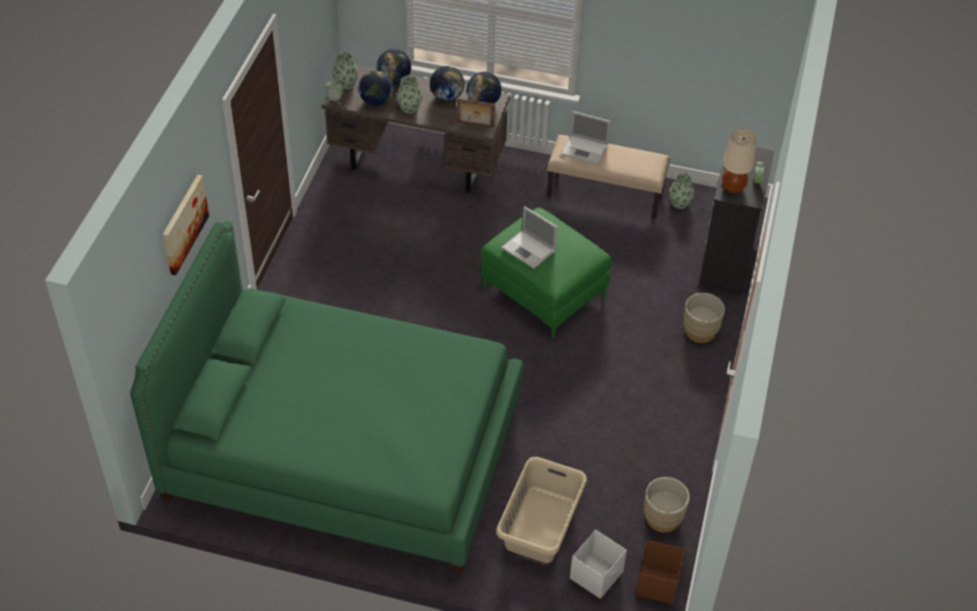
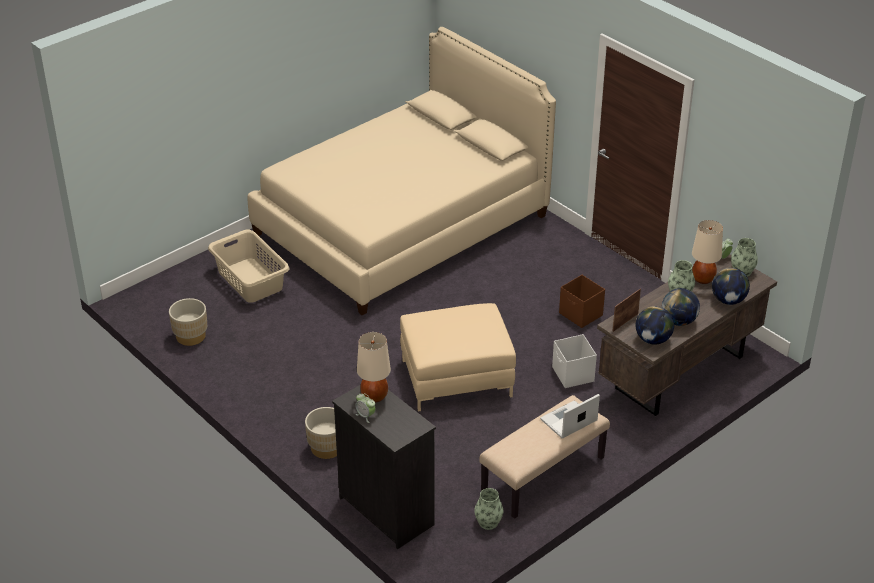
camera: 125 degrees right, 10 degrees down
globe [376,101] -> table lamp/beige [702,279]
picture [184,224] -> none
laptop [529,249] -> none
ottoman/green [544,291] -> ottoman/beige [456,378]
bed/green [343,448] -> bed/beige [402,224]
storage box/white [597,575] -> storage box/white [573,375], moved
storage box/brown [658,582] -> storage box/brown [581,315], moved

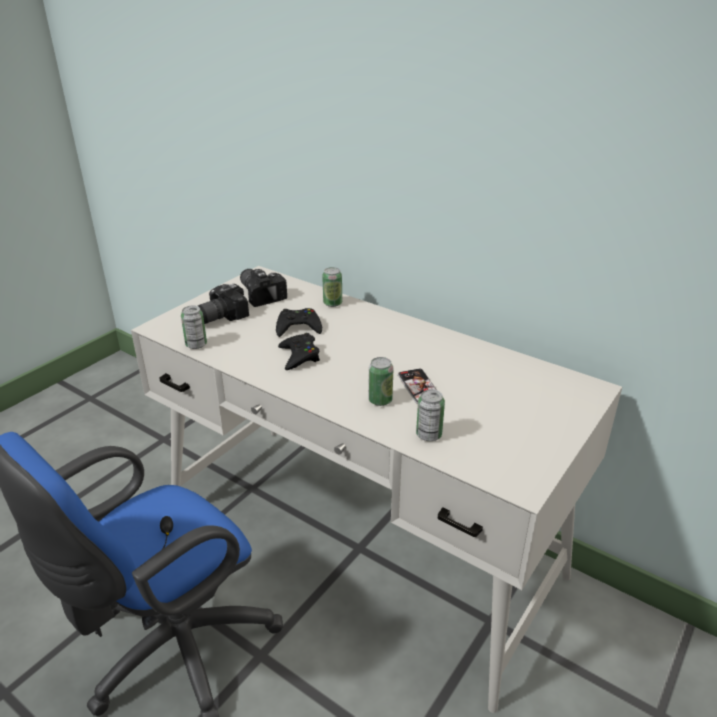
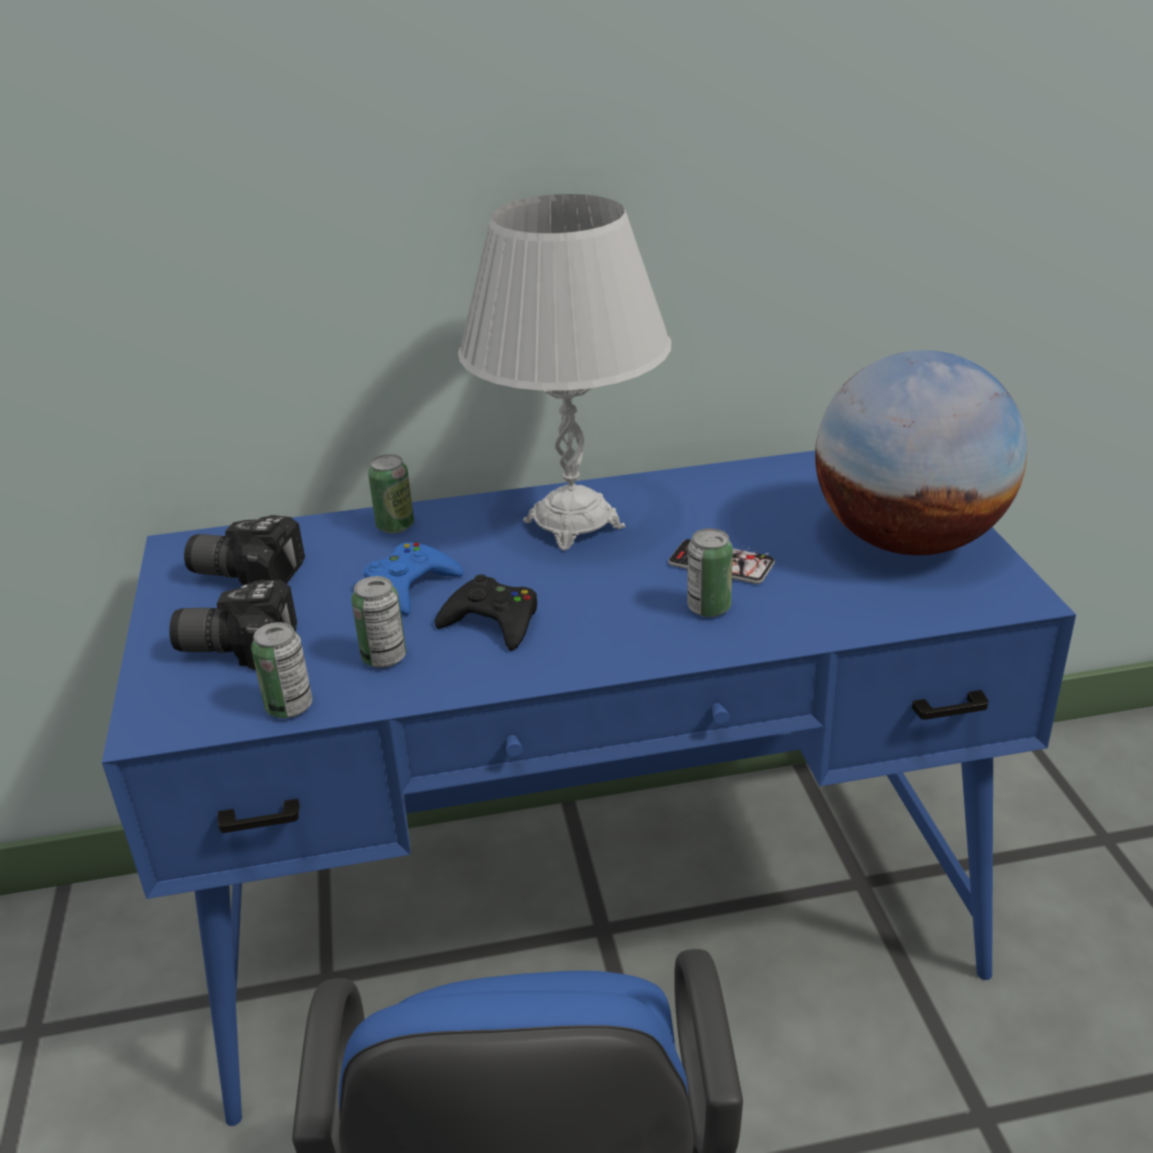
camera: 45 degrees left, 0 degrees up
desk/white [360,542] -> desk/blue [594,921]
photo camera [219,316] -> photo camera [240,645], 90 degrees clockwise
game controller/black [298,327] -> game controller/blue [410,586]
can [429,435] -> can [384,657], moved
none -> table lamp/white [573,524]
none -> globe [907,541]

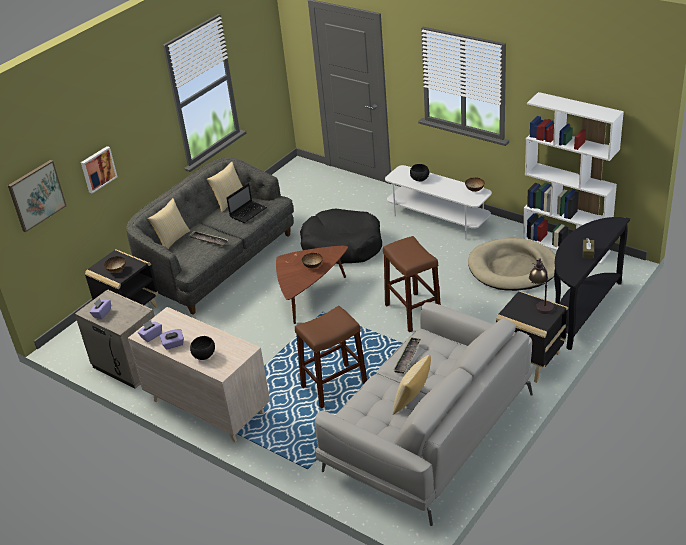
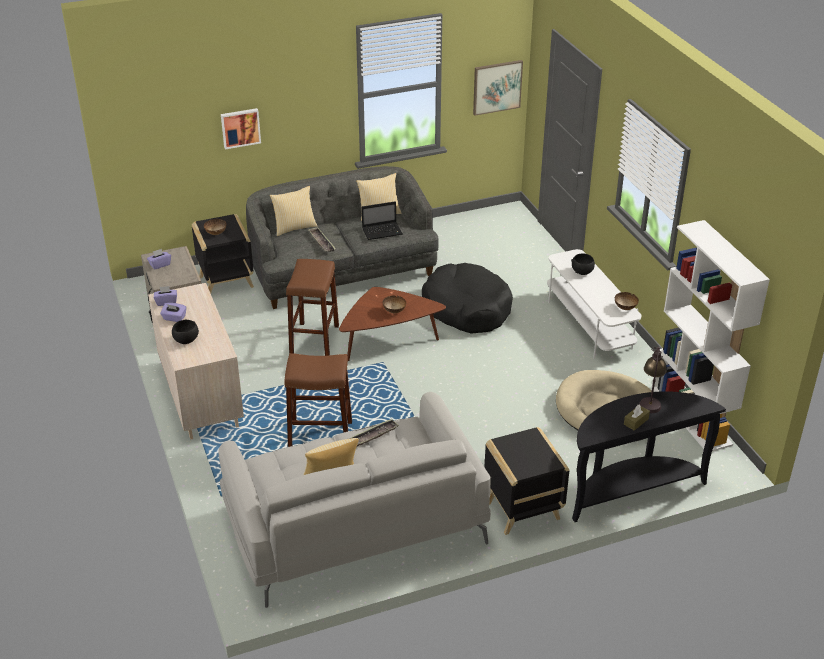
camera: 30 degrees right, 0 degrees up
picture [36,195] -> picture [497,87], moved
stool/brown [413,312] -> stool/brown [314,340], moved
table lamp [541,304] -> table lamp [650,400], moved

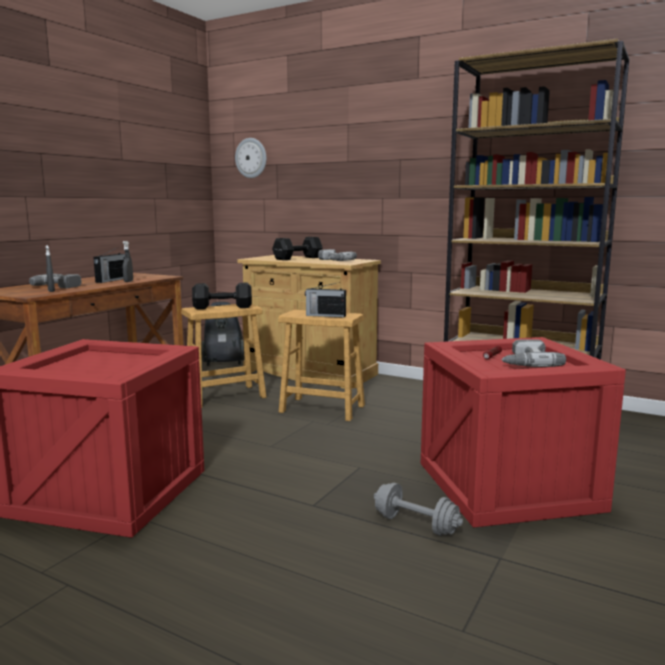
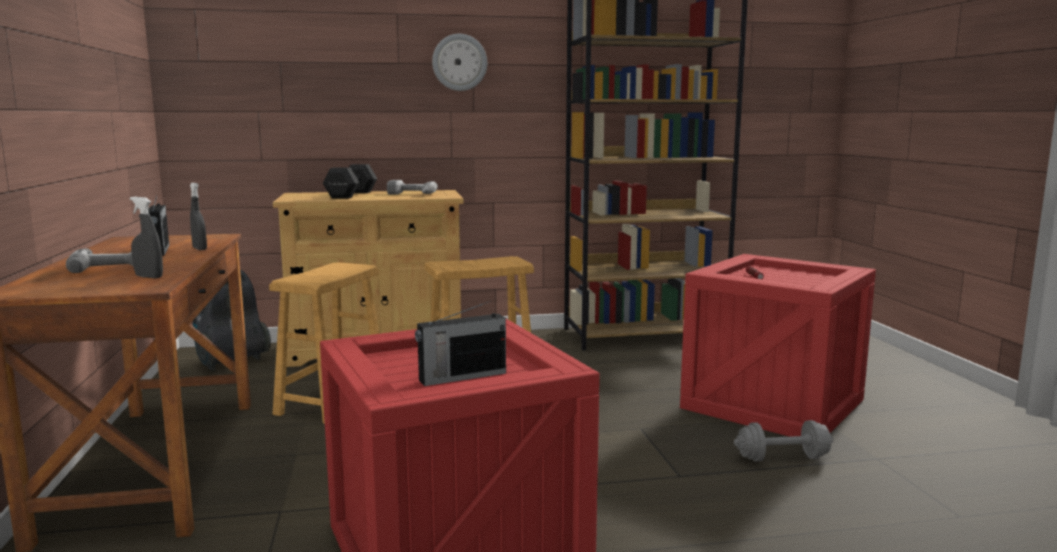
camera: 40 degrees left, 0 degrees up
wall clock [251,158] -> wall clock [459,62], moved
radio [325,315] -> radio [461,377], moved
dumbbell/black [224,307] -> none
power drill [525,362] -> none

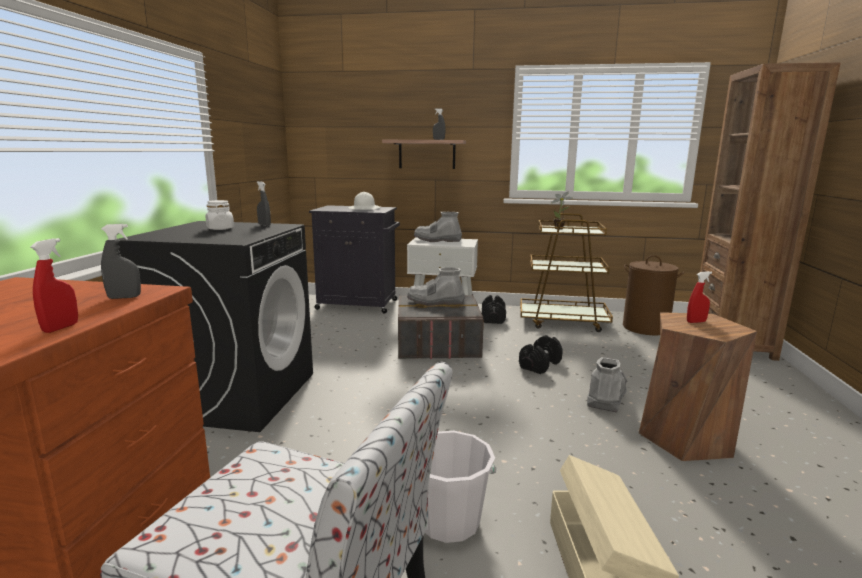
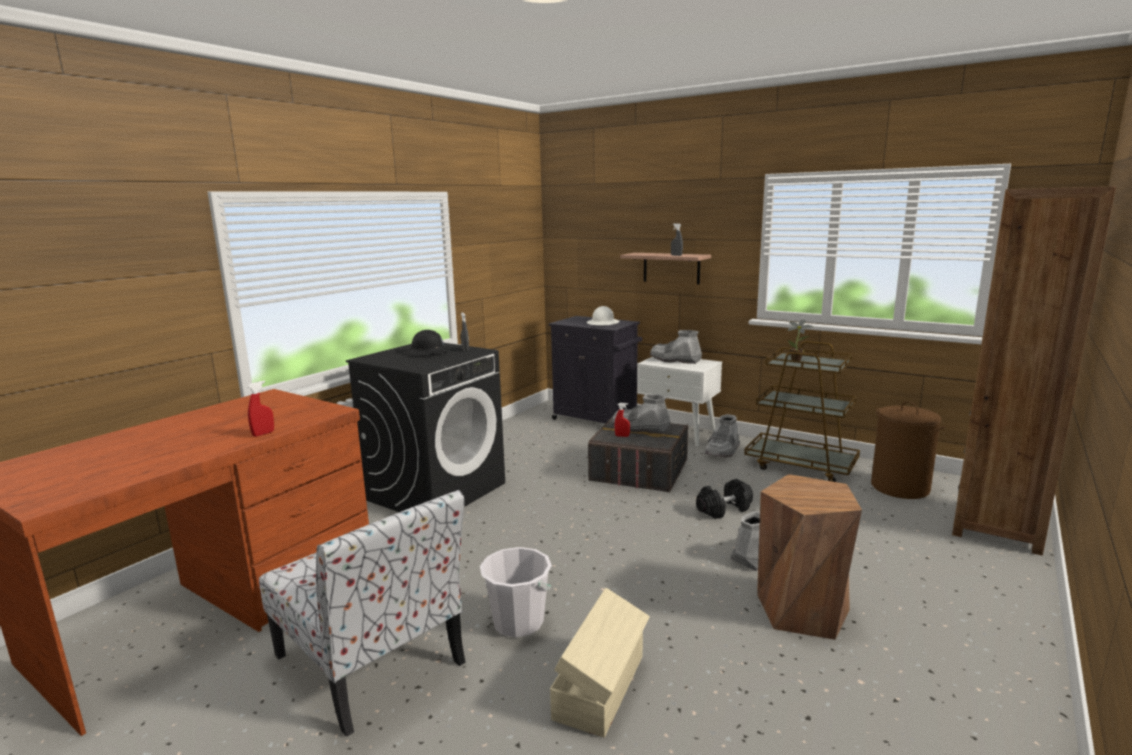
camera: 25 degrees right, 0 degrees up
jar/white [220,229] -> hard hat/black [428,352]
spray bottle/grey [124,297] -> none
spray bottle/red [696,322] -> spray bottle/red [622,436], moved
dumbbell/black [493,318] -> boot/grey [722,451]

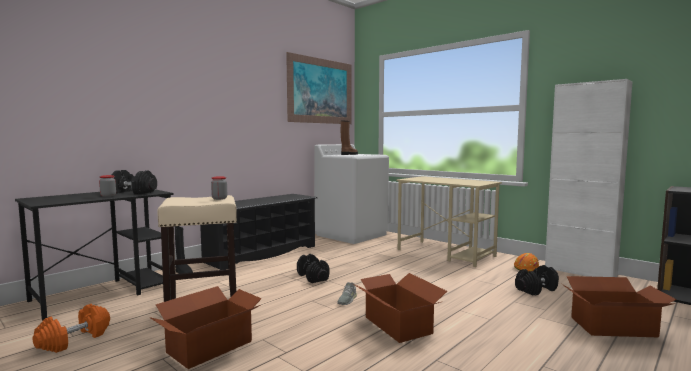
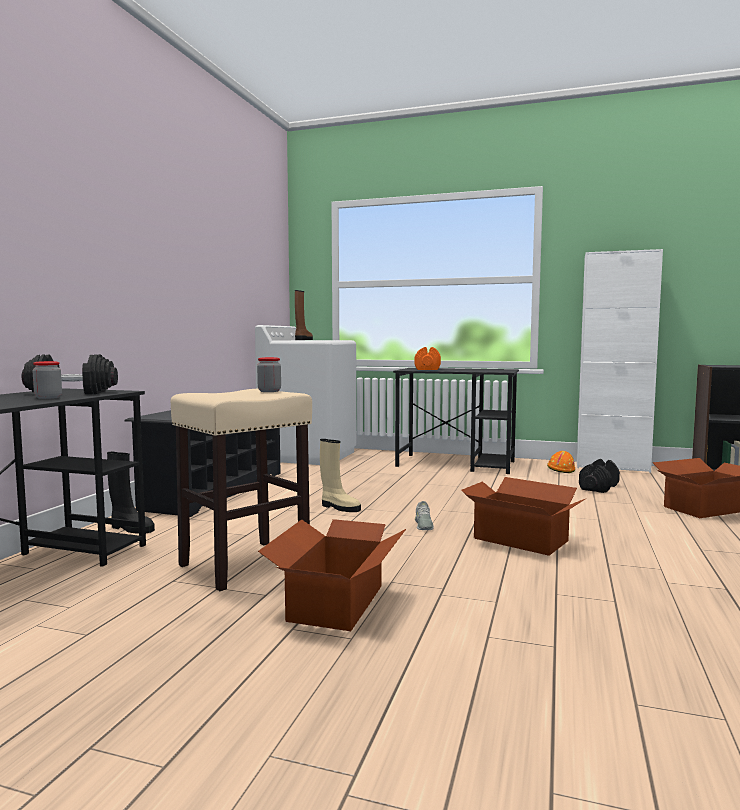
camera: 25 degrees left, 0 degrees up
picture [321,91] -> none
desk/beige [446,253] -> desk/black [456,464]
dumbbell/black [313,277] -> boot/beige [339,507]
dumbbell/orange [74,340] -> dumbbell/orange [427,369], moved

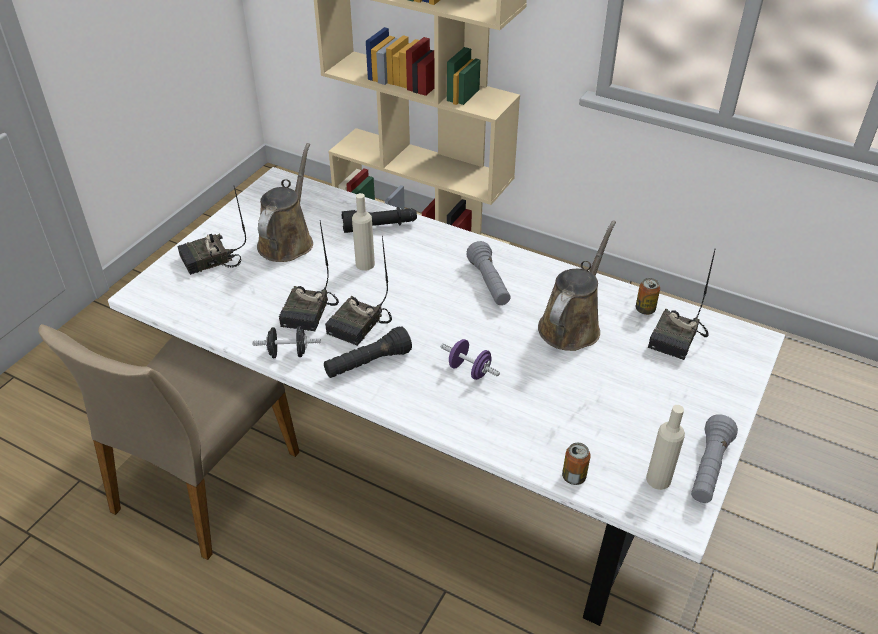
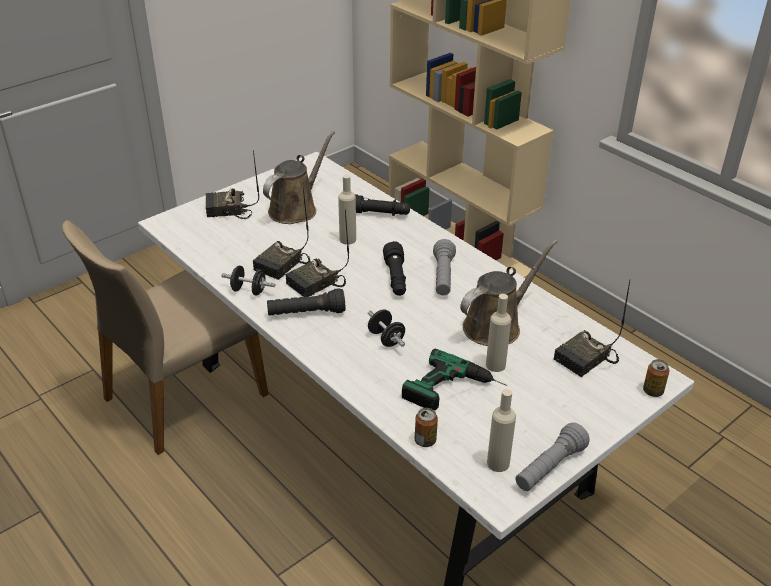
camera: 20 degrees right, 5 degrees down
can [645,309] -> can [653,391], moved
dumbbell/purple [469,370] -> dumbbell/black [386,338]
none -> flashlight/black [396,278]
none -> bottle/beige [495,365]
none -> power drill [455,391]

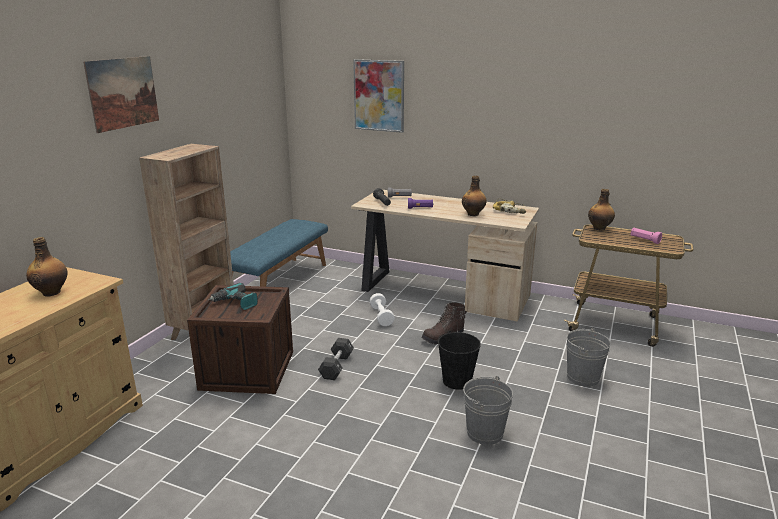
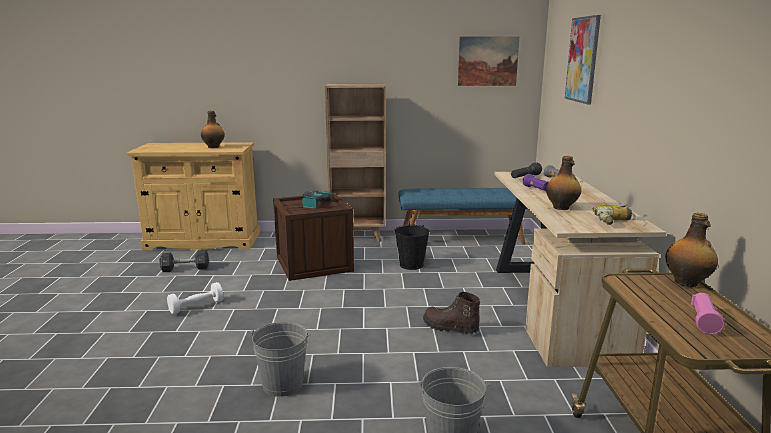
camera: 65 degrees right, 5 degrees down
picture [123,93] -> picture [488,61], moved
dumbbell/white [381,316] -> dumbbell/white [196,306], moved
bucket/black [457,381] -> bucket/black [411,265], moved
dumbbell/black [336,366] -> dumbbell/black [185,268], moved

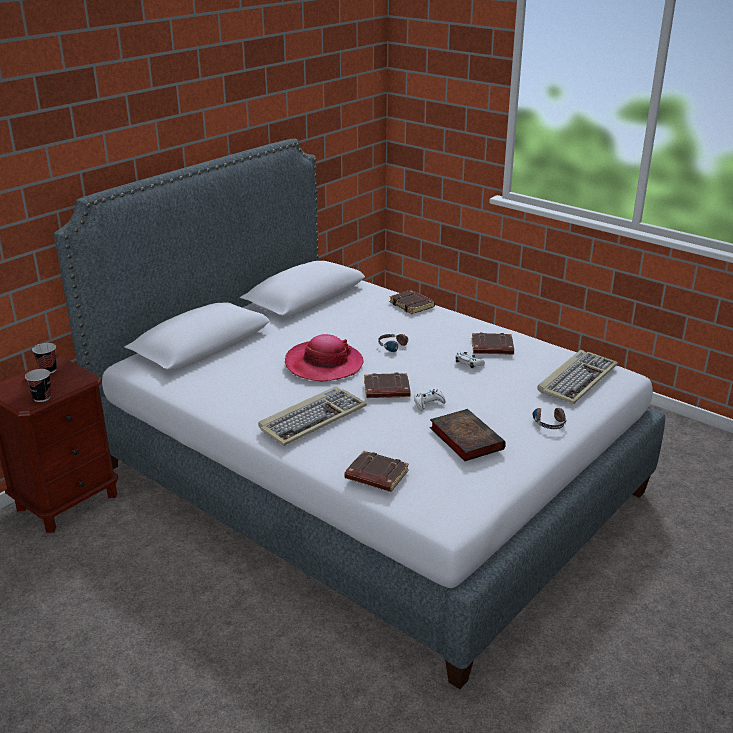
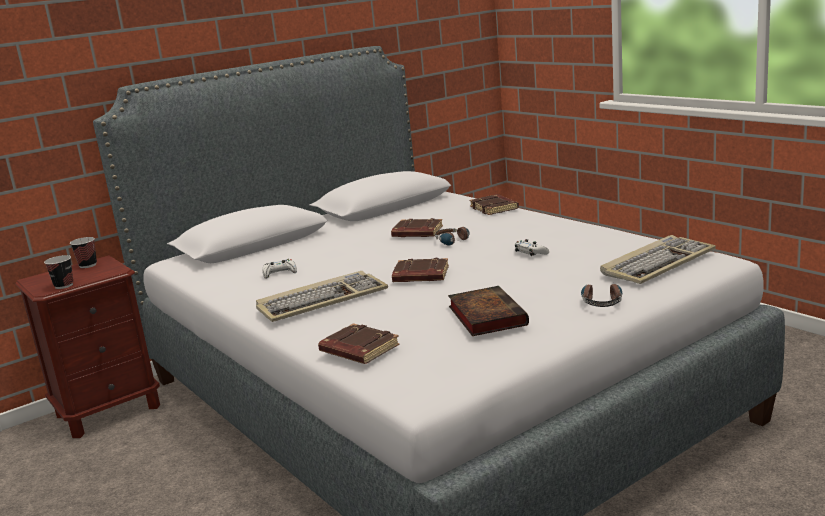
camera: 15 degrees right, 10 degrees down
book/brown [491,348] -> book/brown [416,233], moved
hat [324,364] -> none
game controller/white [428,403] -> game controller/white [279,273], moved

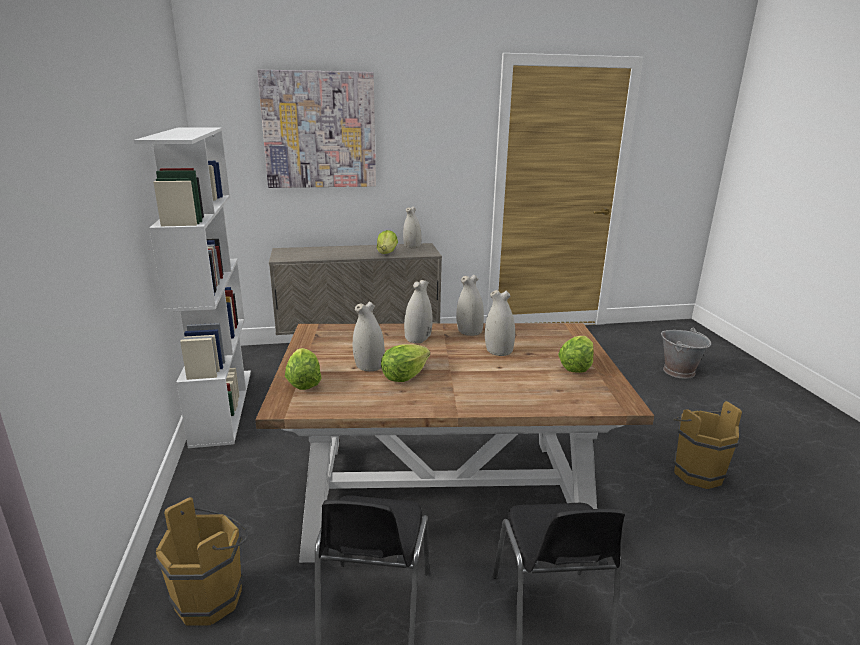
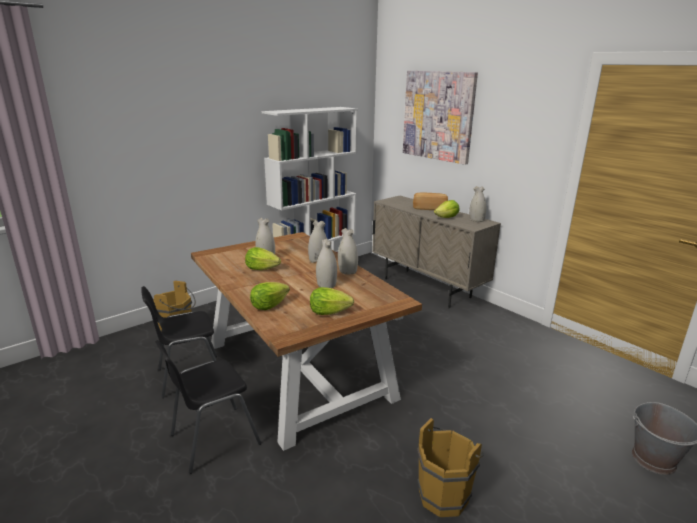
camera: 60 degrees right, 0 degrees up
lettuce [304,383] -> lettuce [269,306], moved
none -> bread [429,208]

